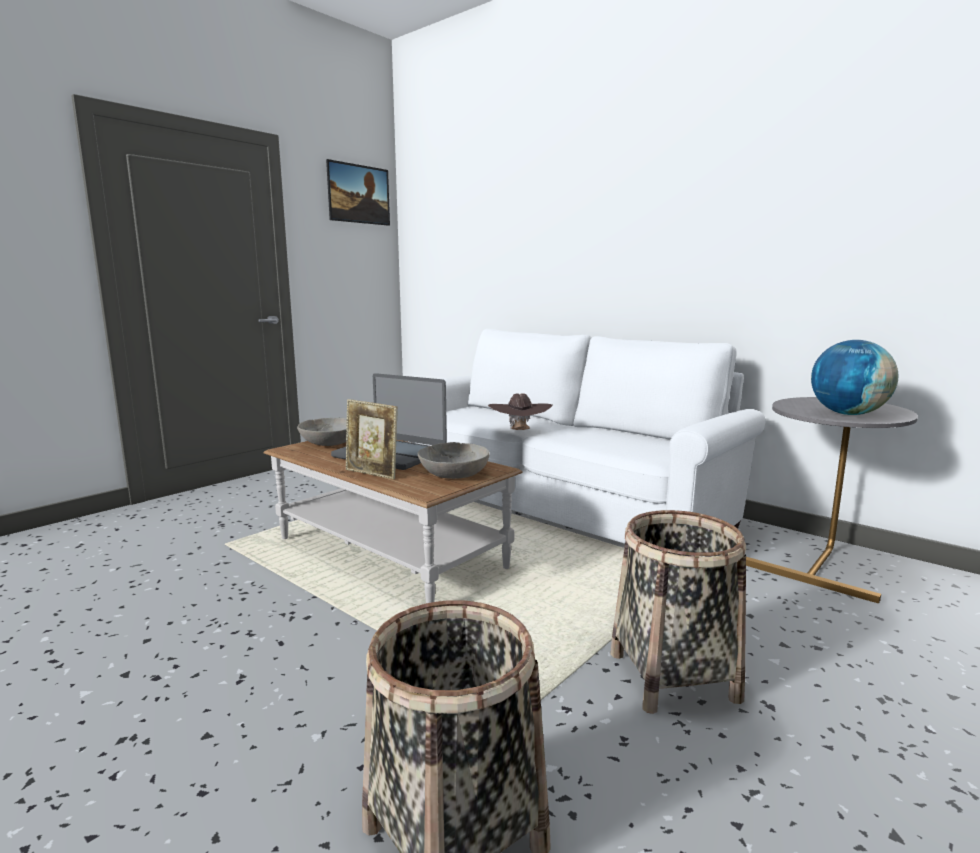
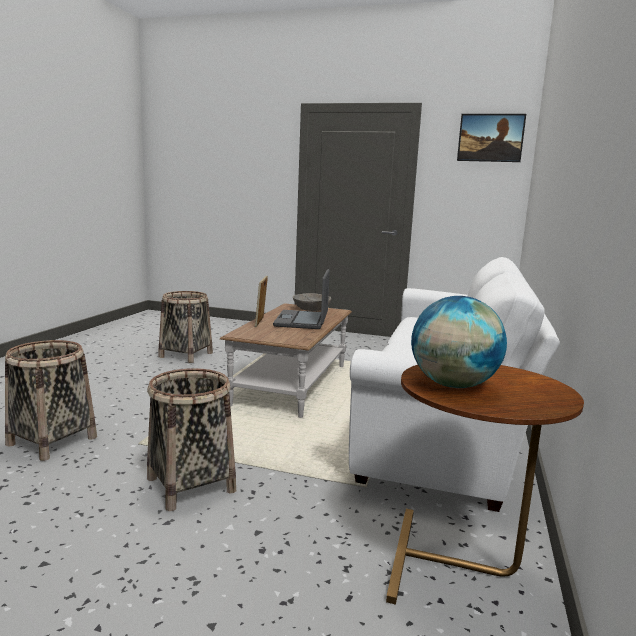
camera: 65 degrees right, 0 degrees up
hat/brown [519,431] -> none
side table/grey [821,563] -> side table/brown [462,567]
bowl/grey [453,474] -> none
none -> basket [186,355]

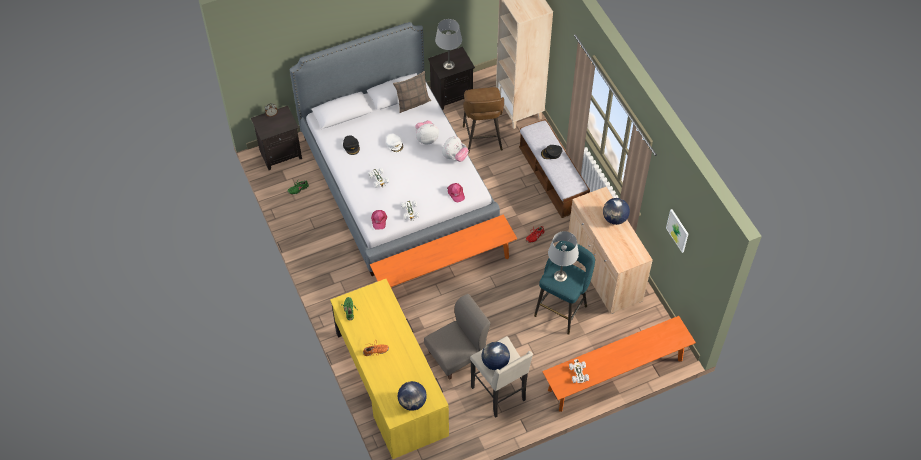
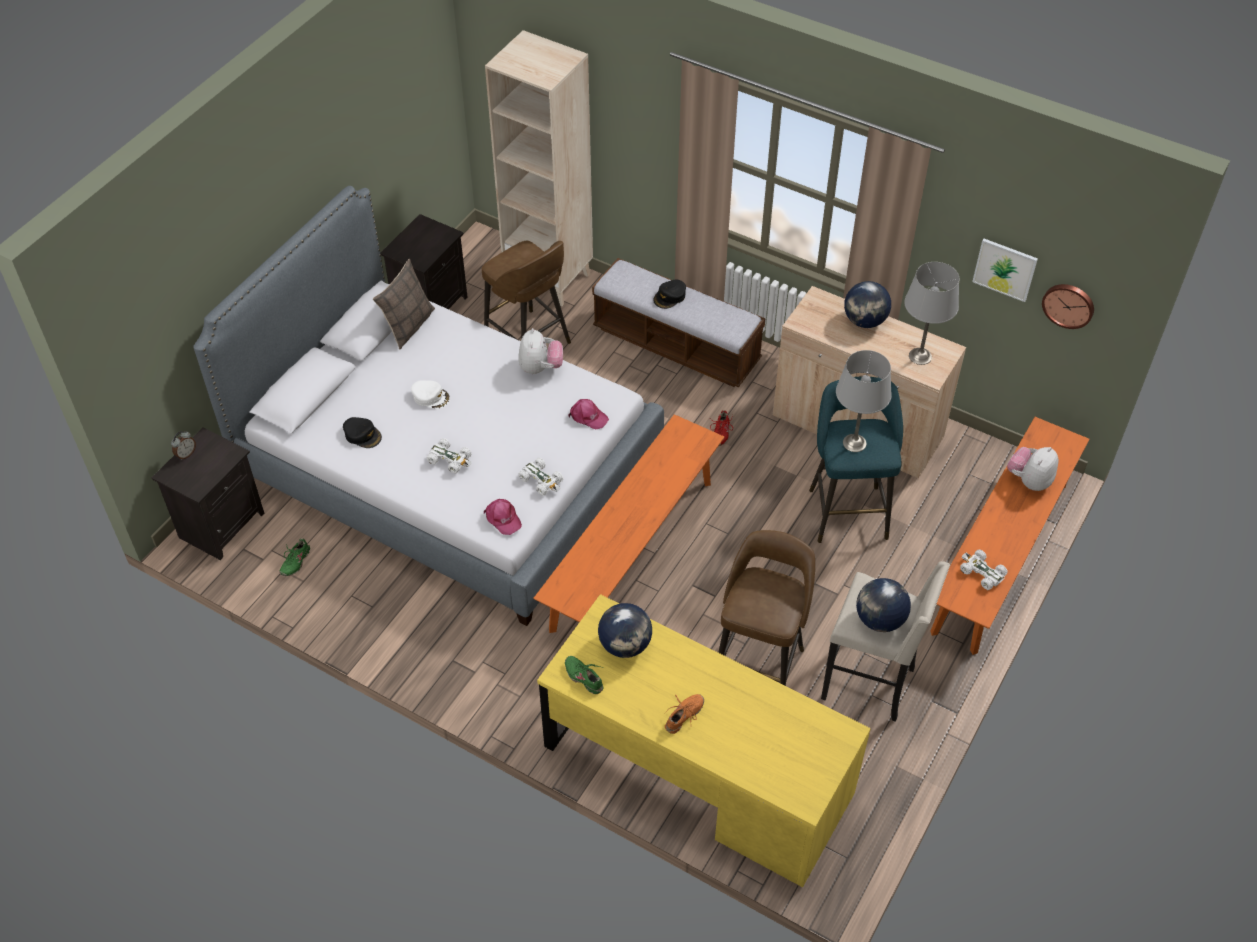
camera: 35 degrees left, 5 degrees down
table lamp/grey [449,65] -> table lamp/grey [920,356], moved
plush toy [426,138] -> plush toy [1029,480], moved
chair/grey [457,355] -> stool/brown [759,665]
globe [412,402] -> globe [625,645], moved
none -> wall clock [1068,304]

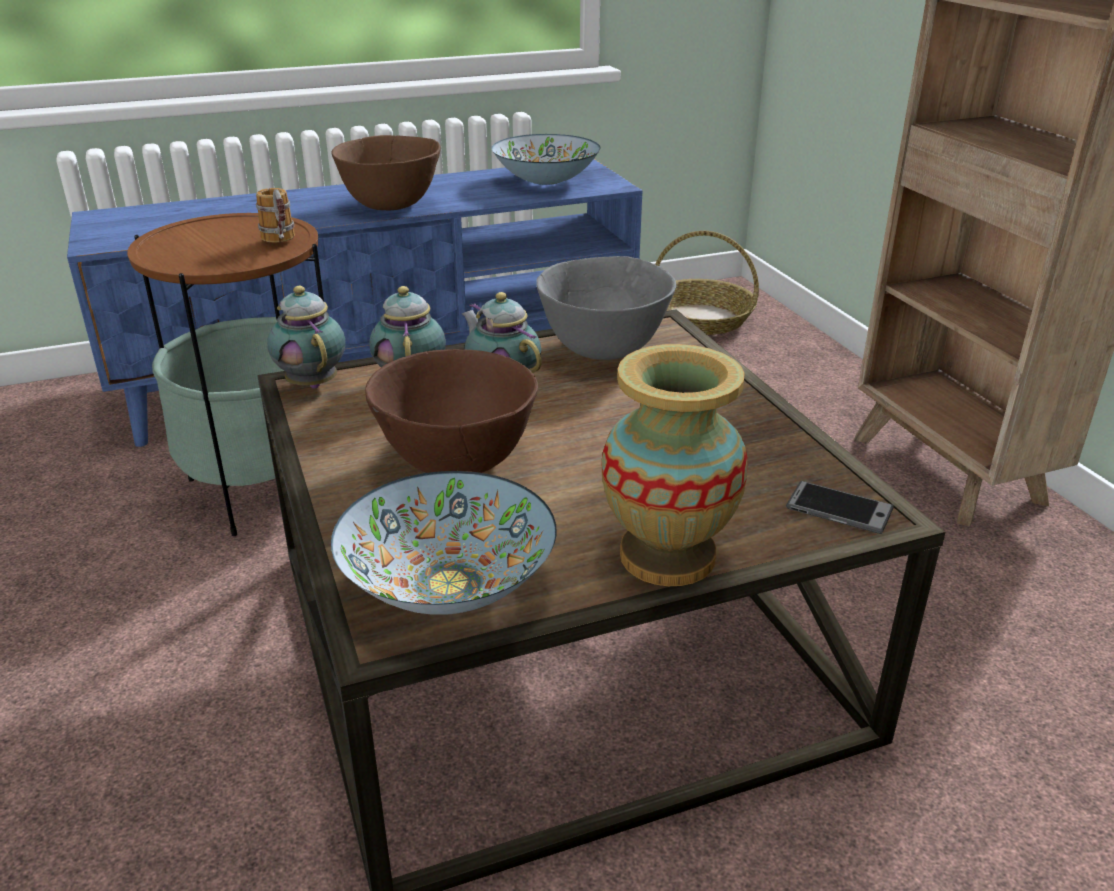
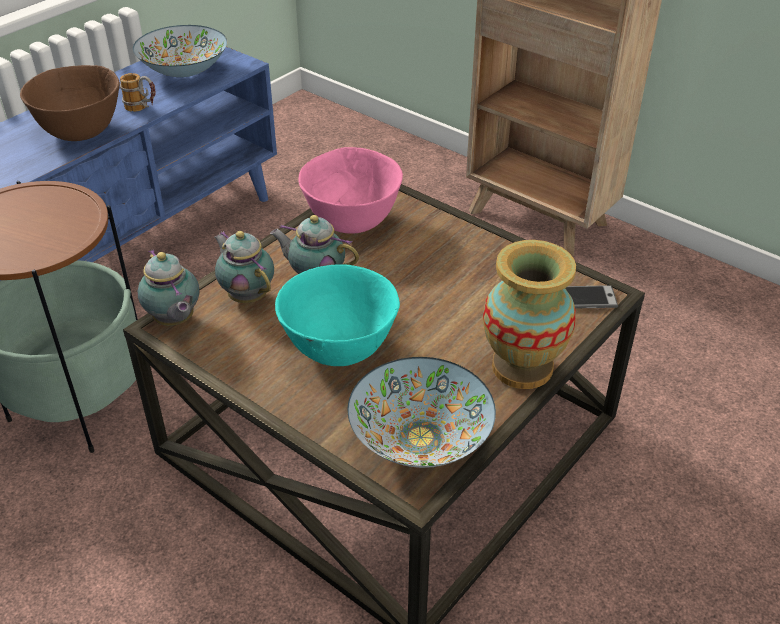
camera: 30 degrees left, 10 degrees up
mug [281,242] -> mug [143,109], moved
basket [702,319] -> none
bowl/grey [604,347] -> bowl/pink [352,220]
teapot [312,383] -> teapot [174,321], 150 degrees counterclockwise
bowl/brown [455,461] -> bowl/turquoise [339,349]

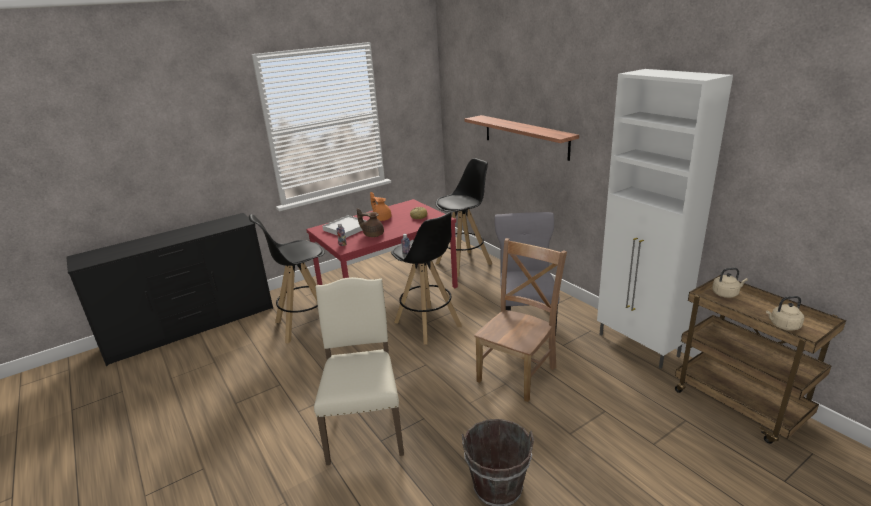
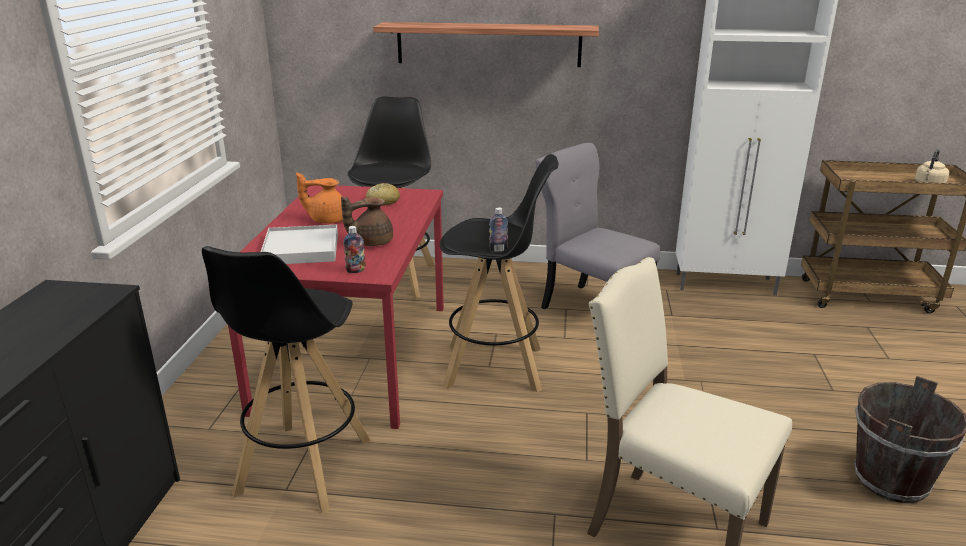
camera: 50 degrees left, 0 degrees up
chair/brown [518,372] -> none
kettle/beige [726,294] -> none

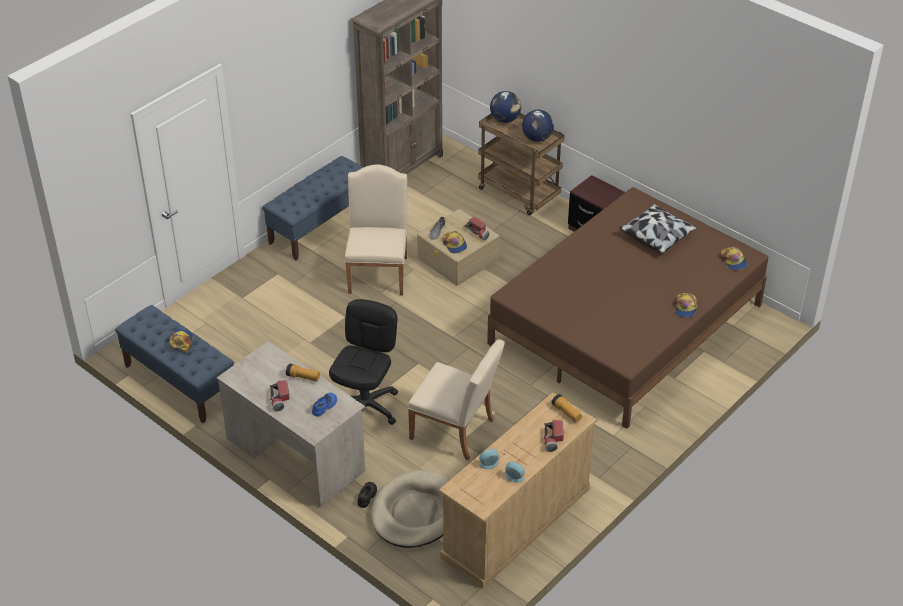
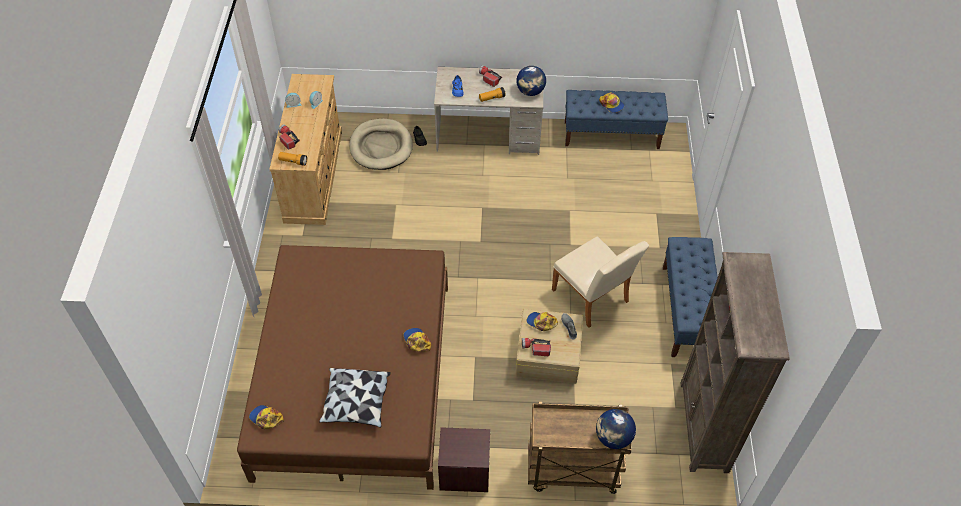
camera: 140 degrees right, 10 degrees up
globe [537,138] -> globe [530,92], moved
cap [685,308] -> cap [417,341], moved
office chair/black [366,407] -> none
chair/beige [457,431] -> none

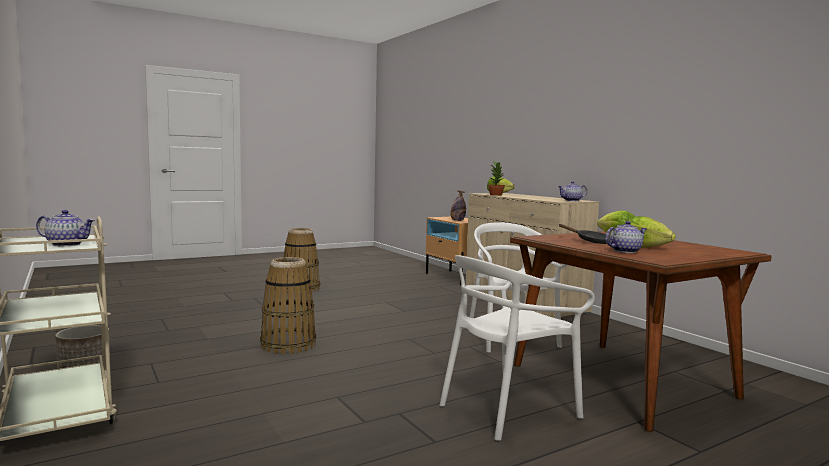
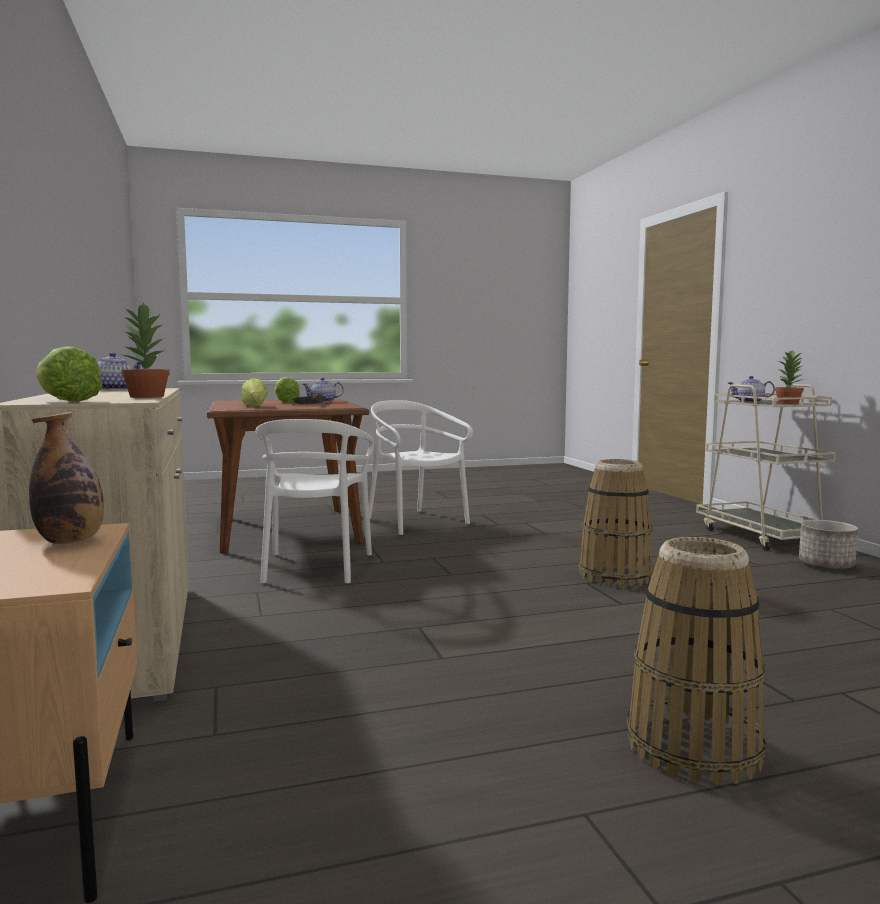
camera: 165 degrees left, 0 degrees up
chair/white [507,409] -> chair/white [415,522], 105 degrees counterclockwise
none -> potted plant [788,403]

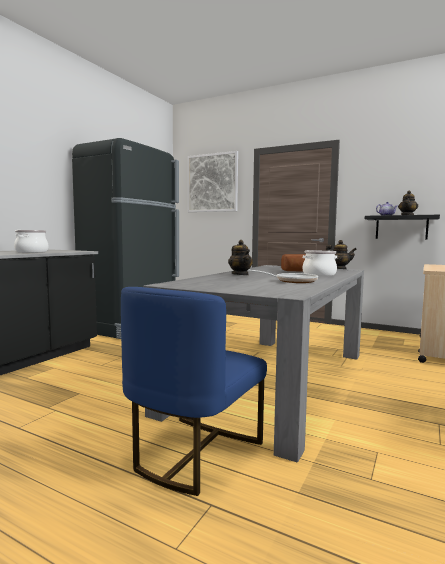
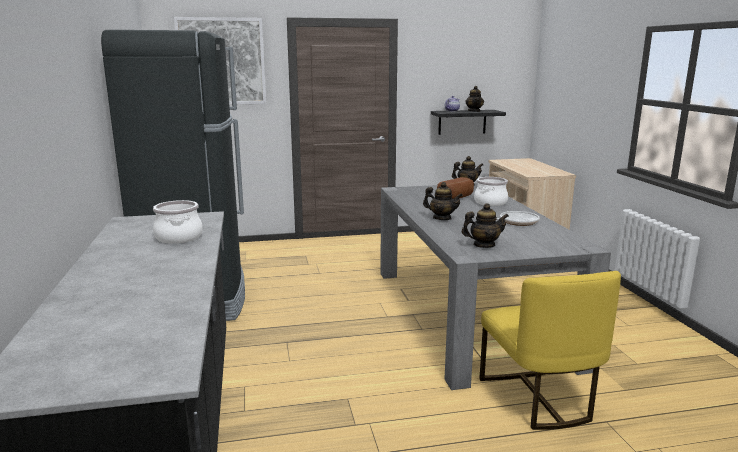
camera: 40 degrees left, 10 degrees up
chair/blue [194,454] -> chair/yellow [538,398]
none -> teapot [483,245]

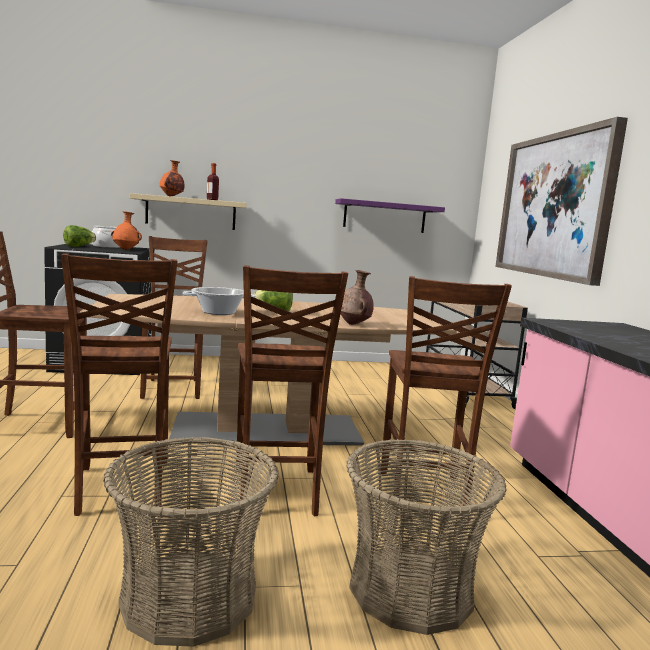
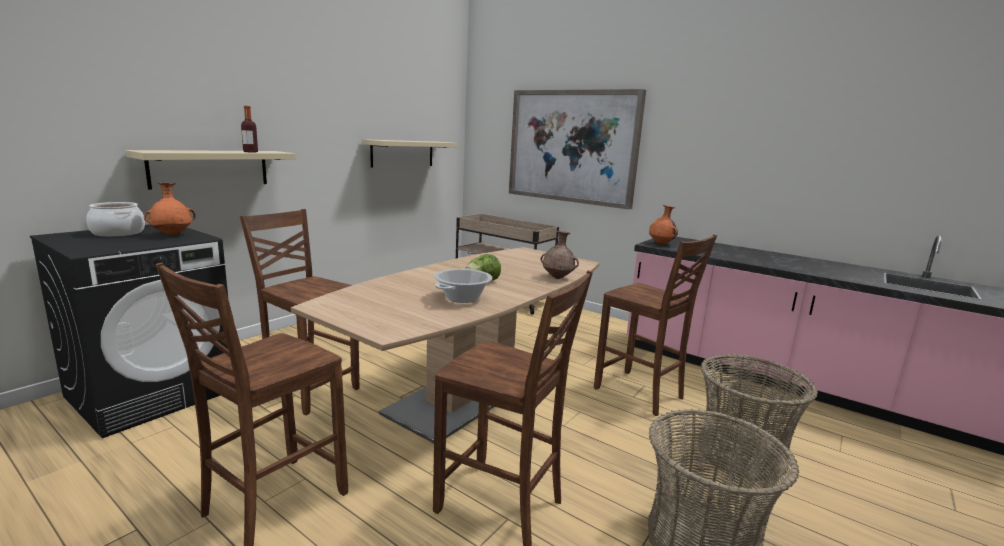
camera: 45 degrees left, 5 degrees up
vase/orange [171,196] -> vase/orange [661,244], moved
shelf/purple [384,216] -> shelf/beige [402,153]
lettuce [78,246] -> none
chair/brown [275,493] -> none

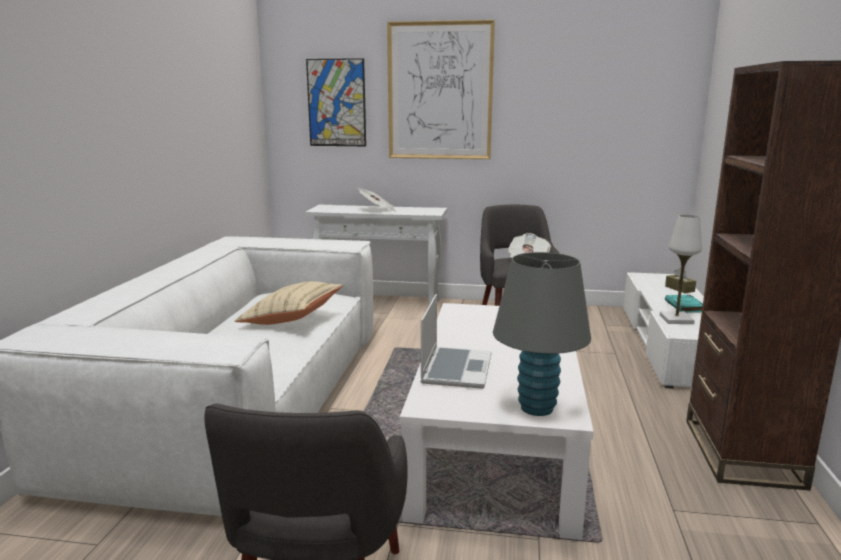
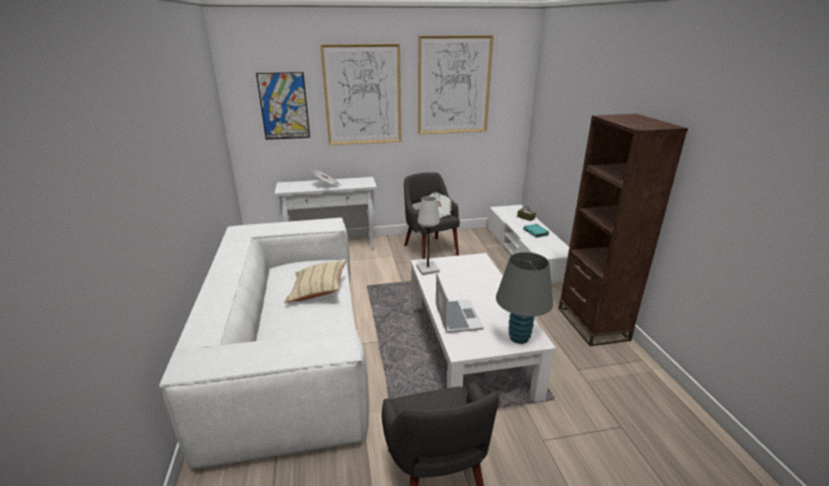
camera: 20 degrees left, 10 degrees up
table lamp/white [676,319] -> table lamp/white [427,269], moved
none -> picture [454,86]

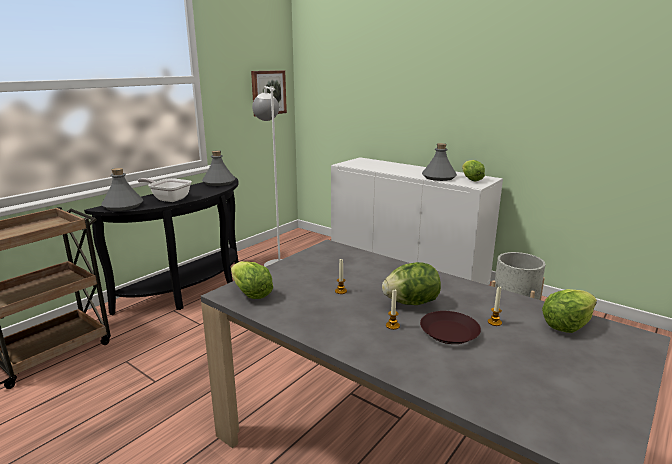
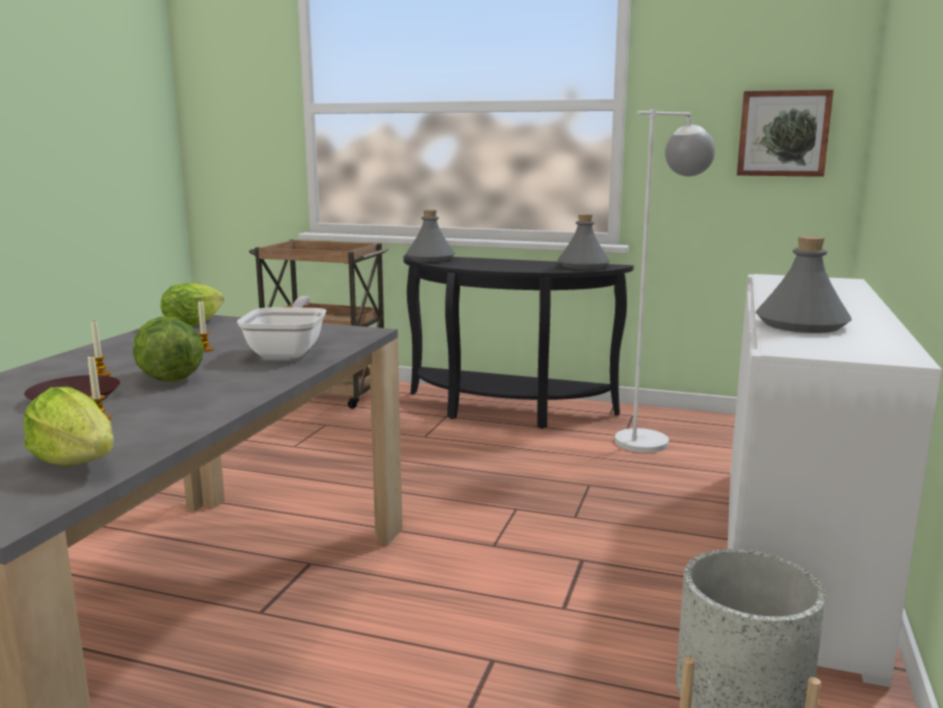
camera: 70 degrees right, 5 degrees down
lettuce [471,179] -> none
frying pan [168,199] -> frying pan [289,351], moved

